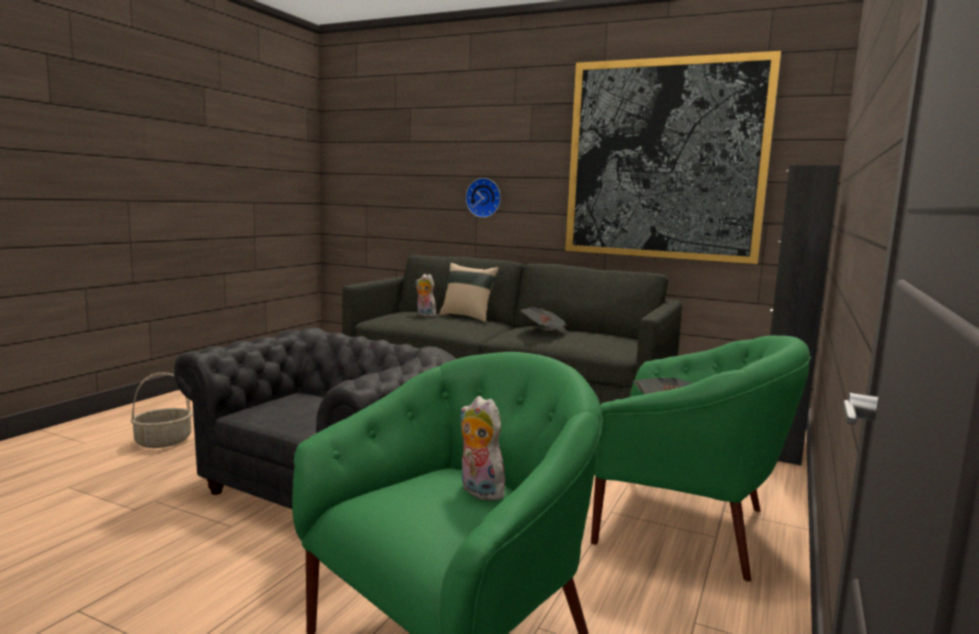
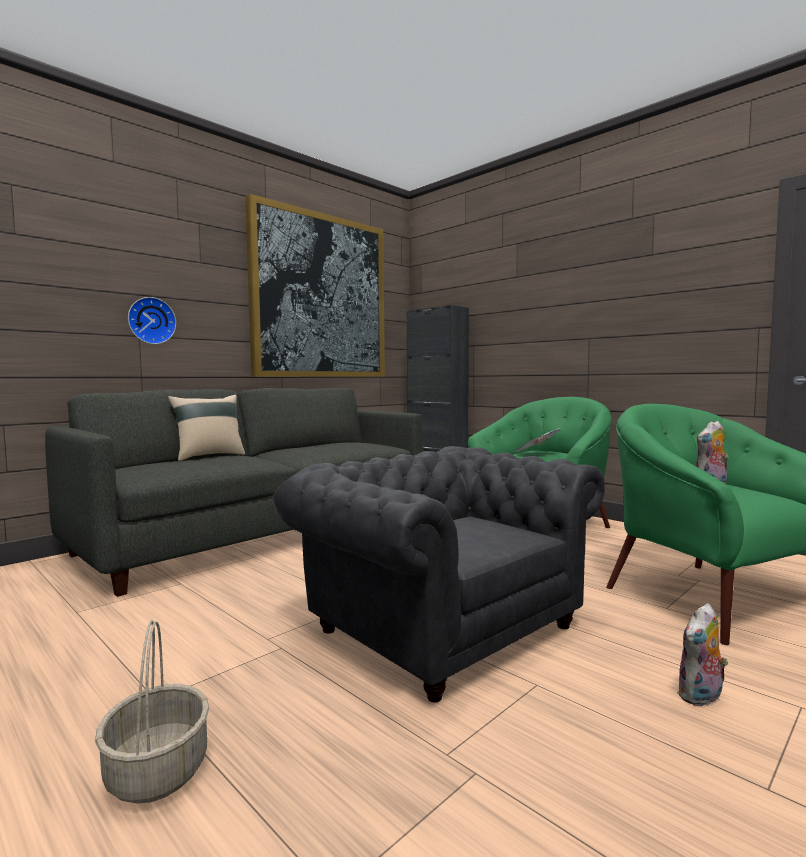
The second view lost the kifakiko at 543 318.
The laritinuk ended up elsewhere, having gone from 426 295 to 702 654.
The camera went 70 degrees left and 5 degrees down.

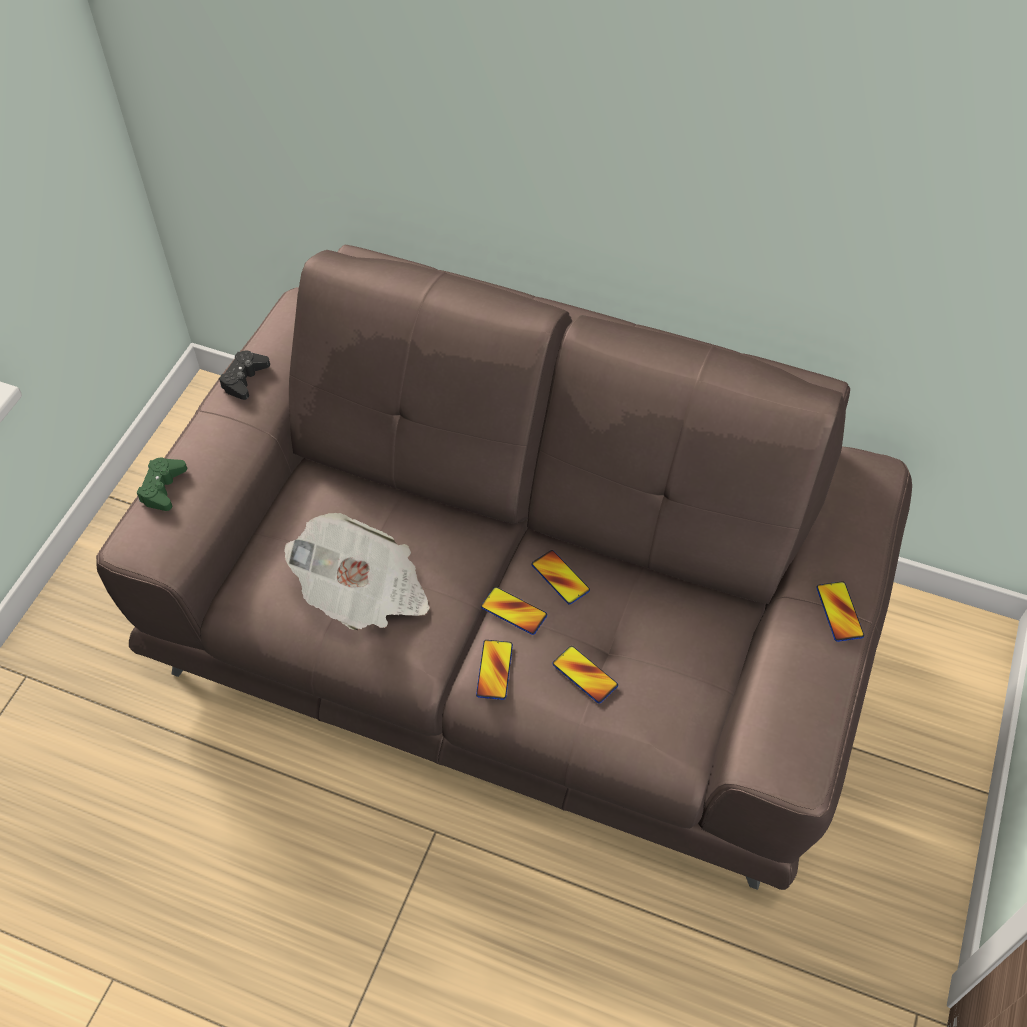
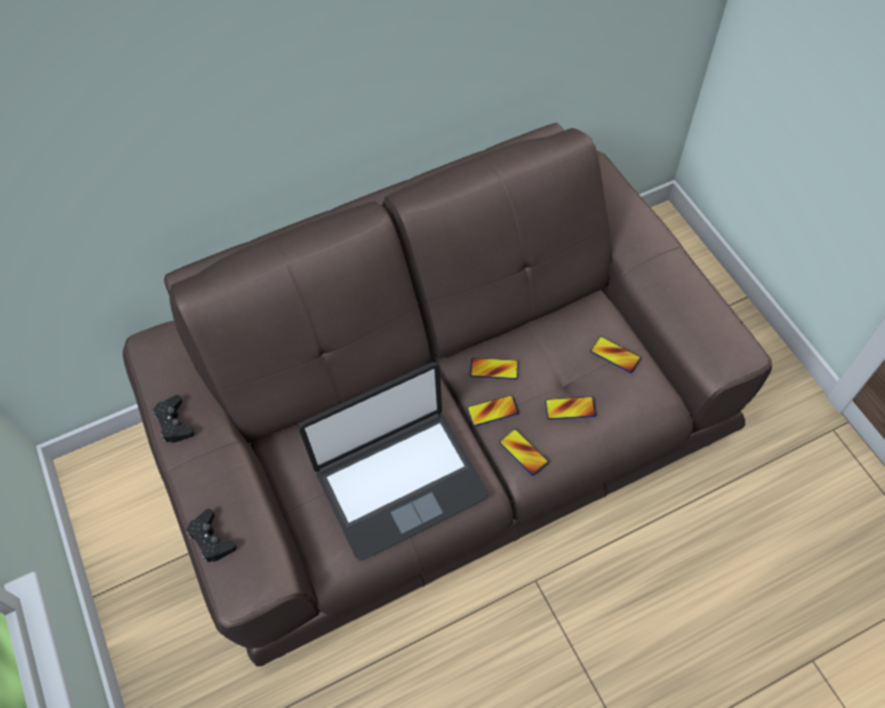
The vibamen ended up elsewhere, having gone from 840 611 to 615 354.
Where the kifakiko stood at 357 571, the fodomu came to stand at 393 461.
What was the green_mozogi at 162 484 turned into the black_mozogi at 211 536.
The camera went 45 degrees left and 5 degrees up.

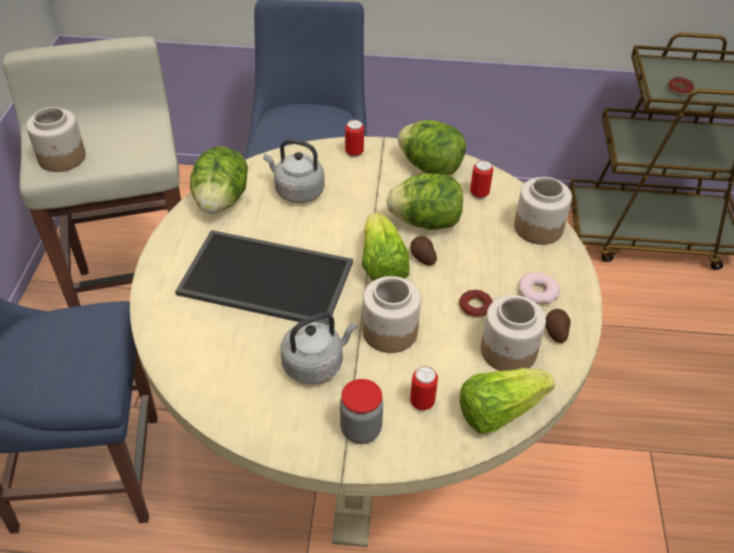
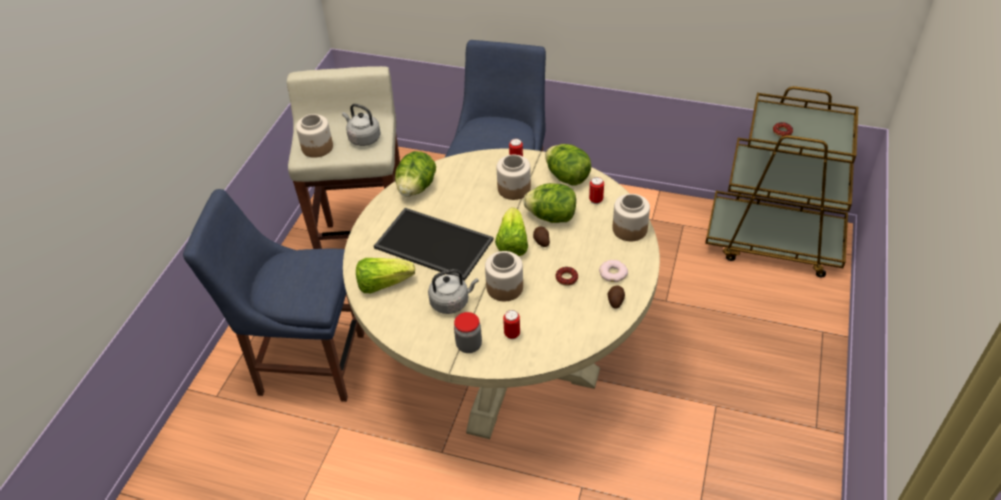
The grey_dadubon ended up elsewhere, having gone from 294 171 to 361 125.
The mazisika ended up elsewhere, having gone from 507 401 to 385 275.
The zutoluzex ended up elsewhere, having gone from 513 333 to 514 177.
The camera went 15 degrees right and 0 degrees up.

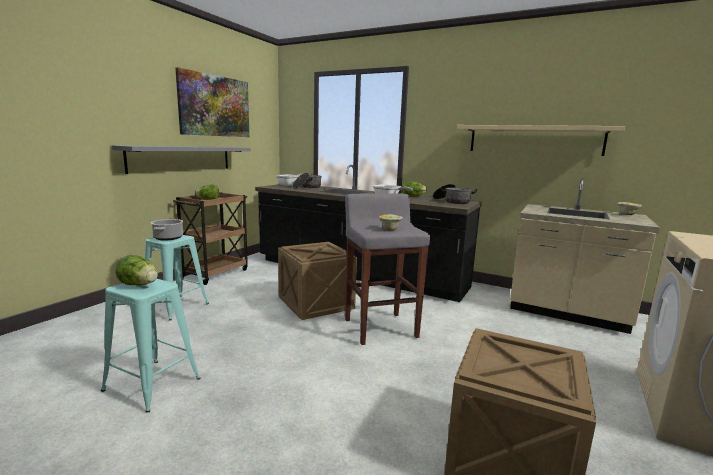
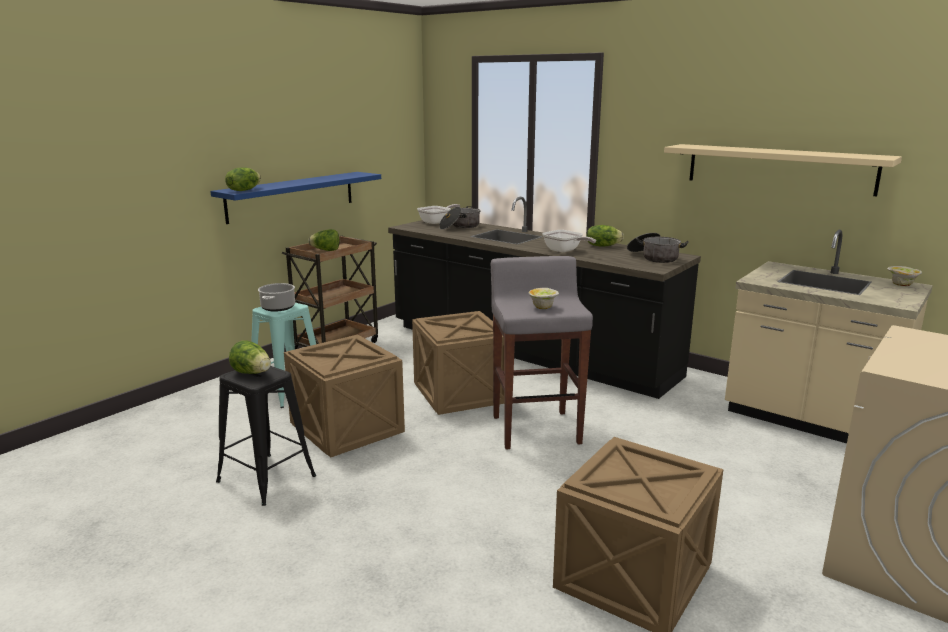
The second view lost the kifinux at 212 102.
The second view gained the mazisika at 243 179.
The second view gained the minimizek at 344 396.
What was the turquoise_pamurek at 150 346 turned into the black_pamurek at 266 436.
What was the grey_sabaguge at 181 159 turned into the blue_sabaguge at 295 198.
The camera went 10 degrees right and 5 degrees up.

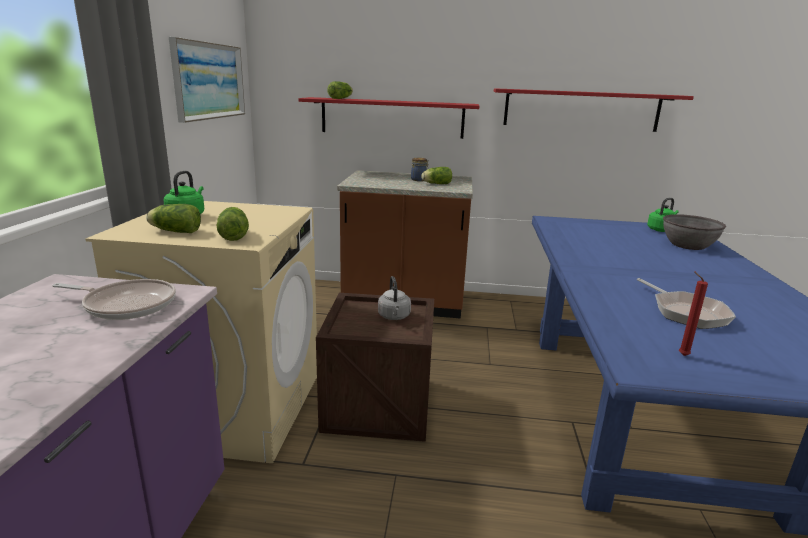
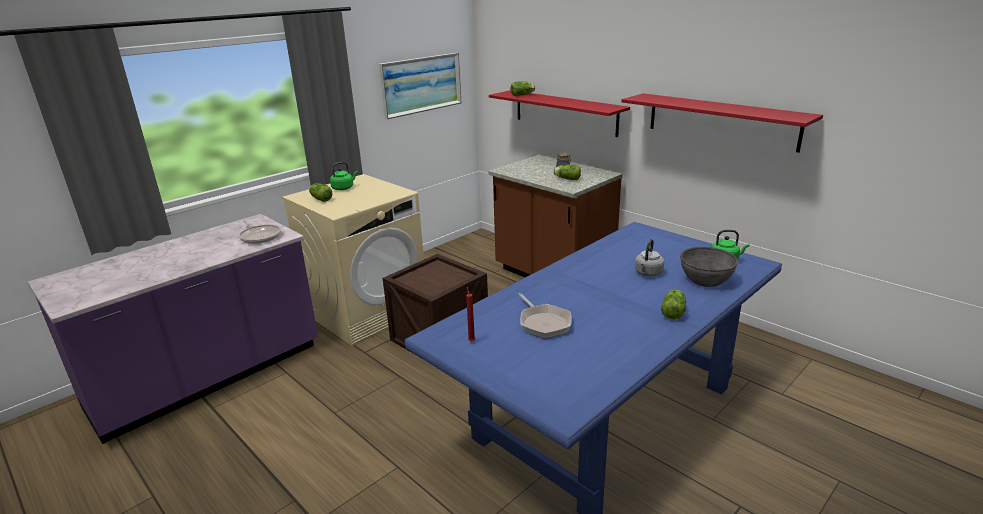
The mazisika ended up elsewhere, having gone from 233 224 to 673 305.
The grey_dadubon ended up elsewhere, having gone from 394 298 to 649 257.
The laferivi at 686 303 ended up facing another way, 45 degrees counterclockwise from before.
The camera went 40 degrees right and 5 degrees up.

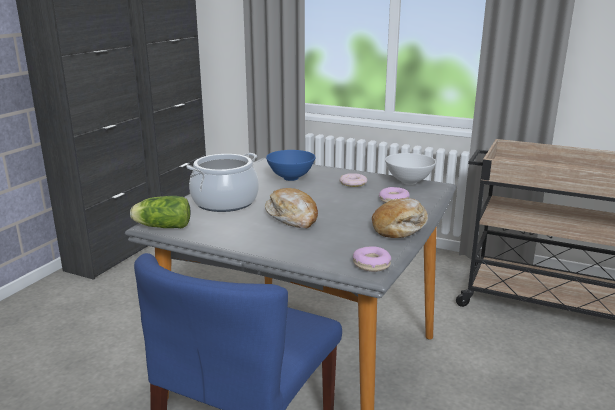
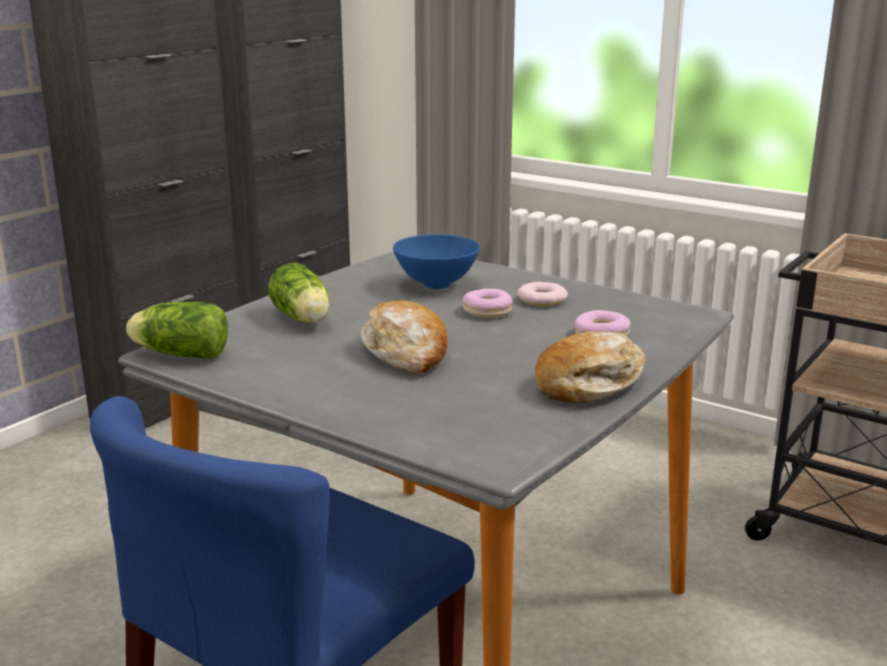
The second view lost the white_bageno at 410 169.
The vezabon ended up elsewhere, having gone from 372 259 to 487 303.
Where the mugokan stood at 222 182, the mazisika came to stand at 299 293.
The camera went 10 degrees right and 0 degrees up.

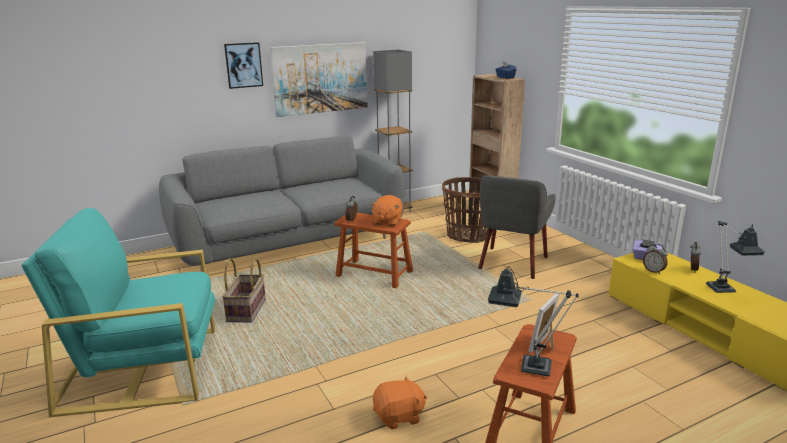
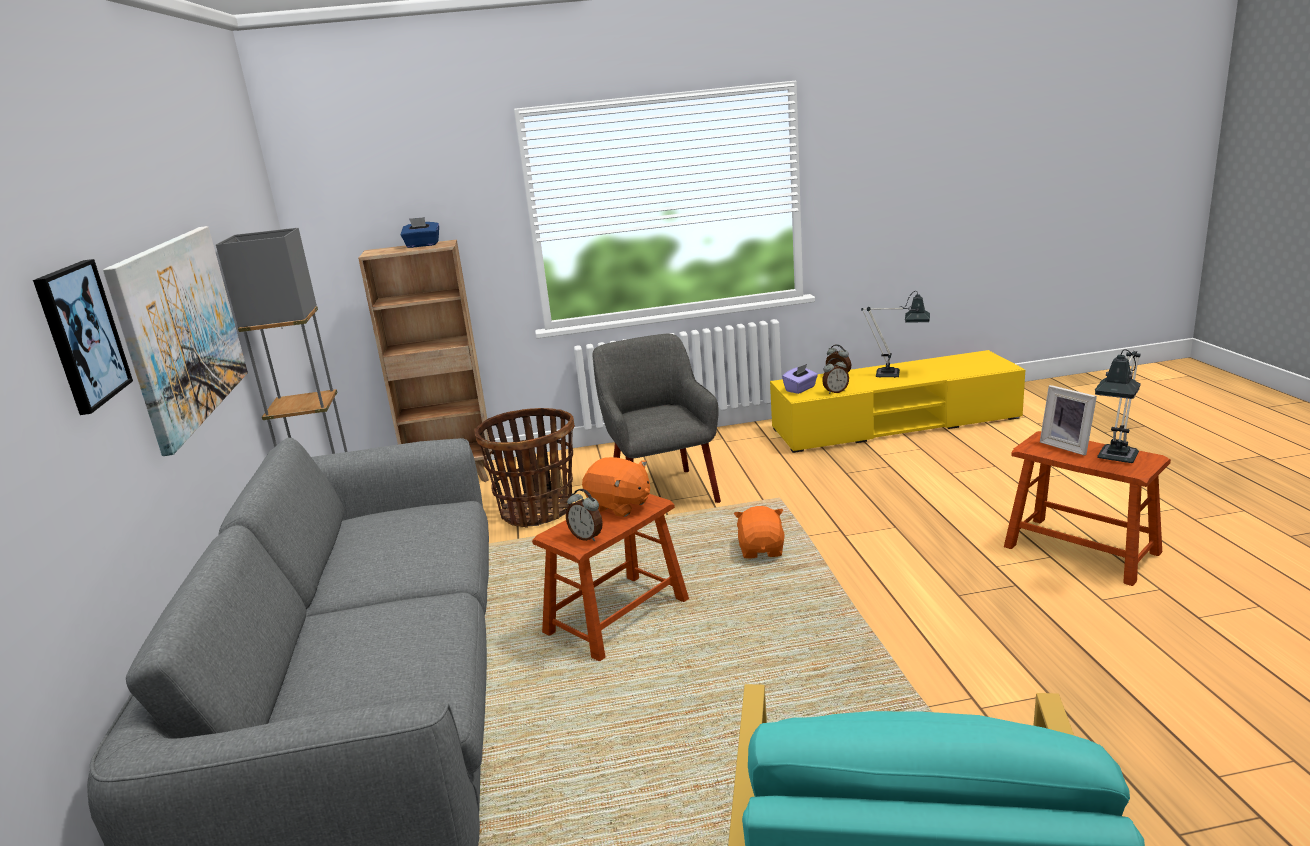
The second view lost the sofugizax at 244 290.
The orange_laritinuk ended up elsewhere, having gone from 400 402 to 759 532.
The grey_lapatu at 517 227 ended up facing another way, 150 degrees counterclockwise from before.
The camera went 70 degrees left and 0 degrees up.

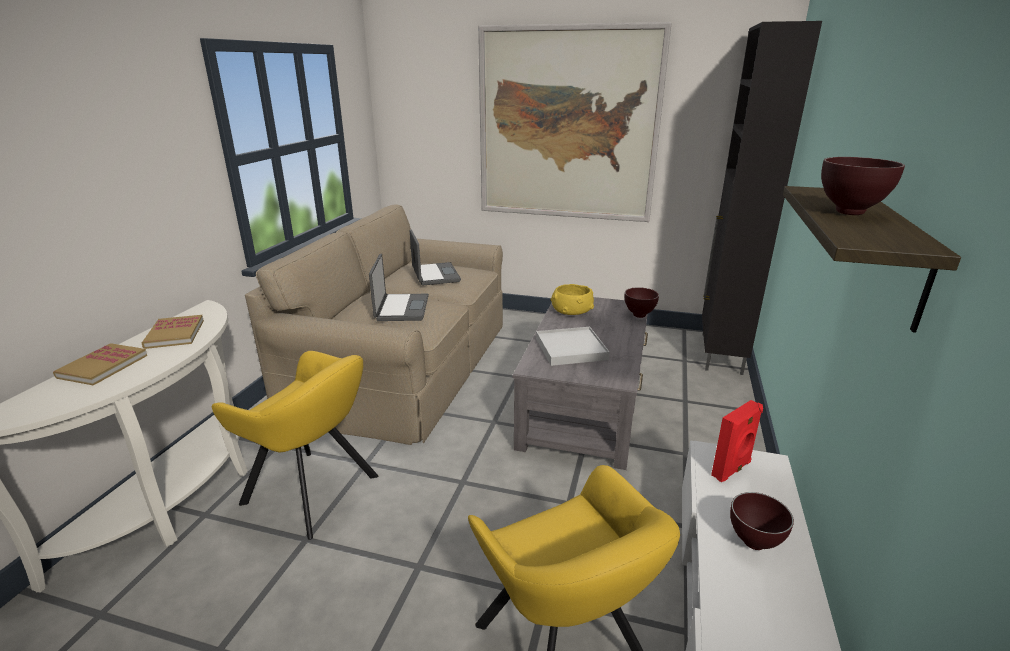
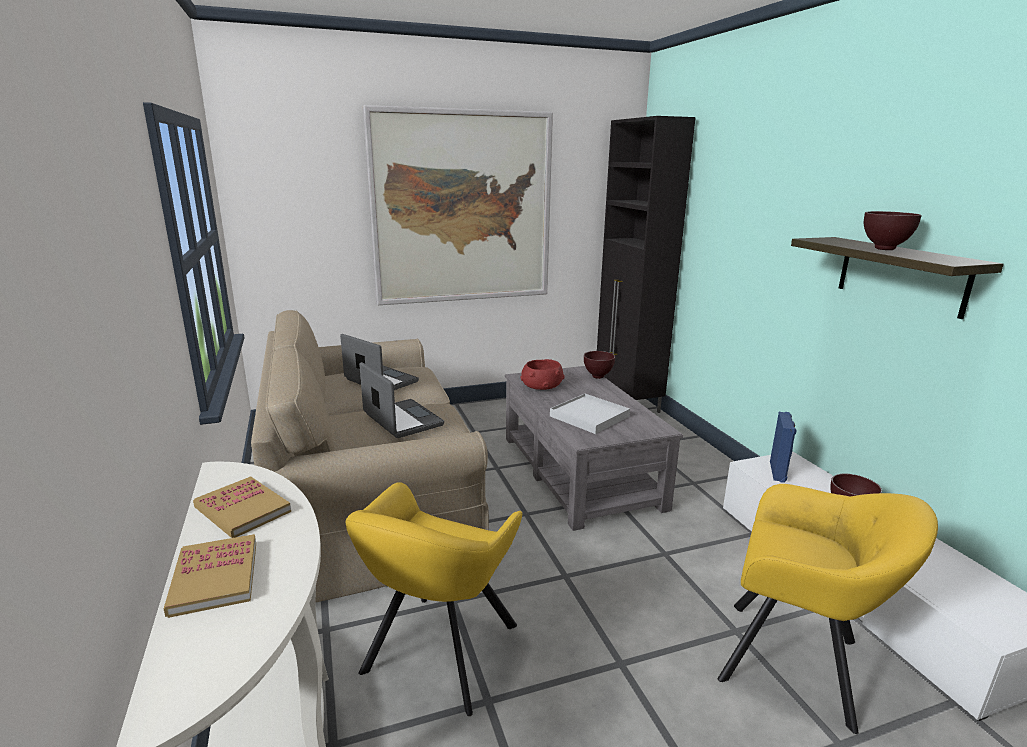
What was the yellow_bageno at 572 299 turned into the red_bageno at 542 374.
What was the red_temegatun at 737 441 turned into the blue_temegatun at 783 447.
The yellow_lapatu at 295 445 ended up facing another way, 120 degrees clockwise from before.
The camera went 35 degrees left and 5 degrees down.

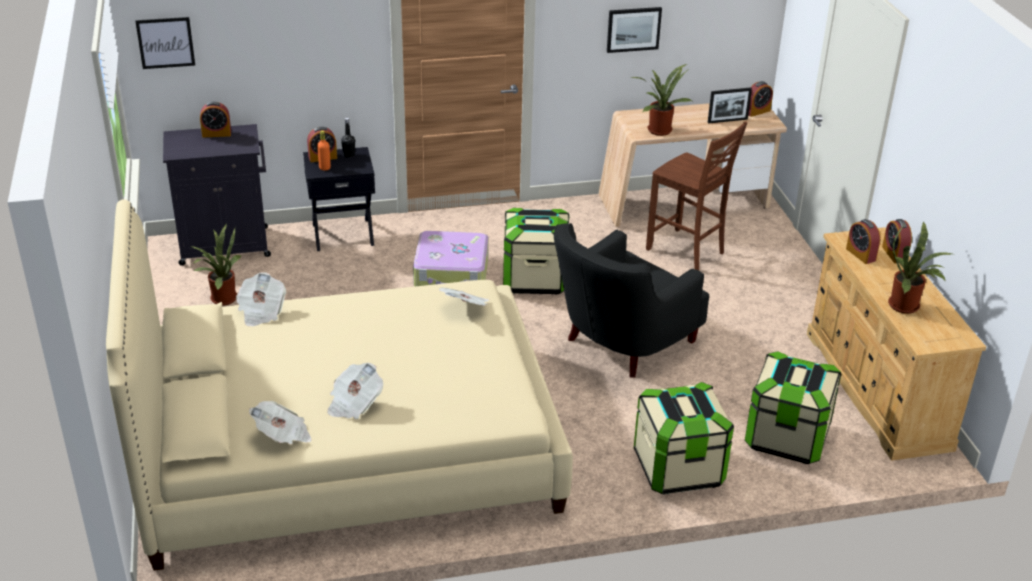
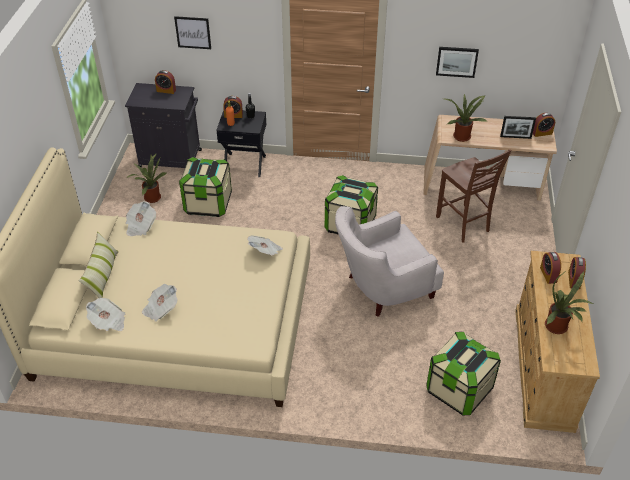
The second view lost the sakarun at 451 258.
The second view gained the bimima at 99 265.
The kifinux ended up elsewhere, having gone from 165 43 to 192 32.
The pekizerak ended up elsewhere, having gone from 684 438 to 205 187.
What was the black_lapatu at 631 300 turned into the white_lapatu at 389 261.
The camera went 20 degrees right and 10 degrees up.

